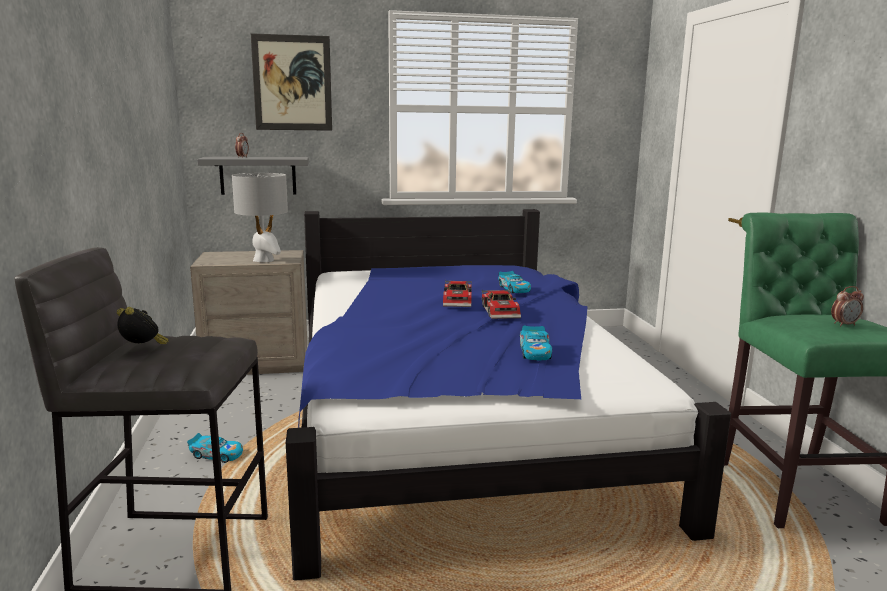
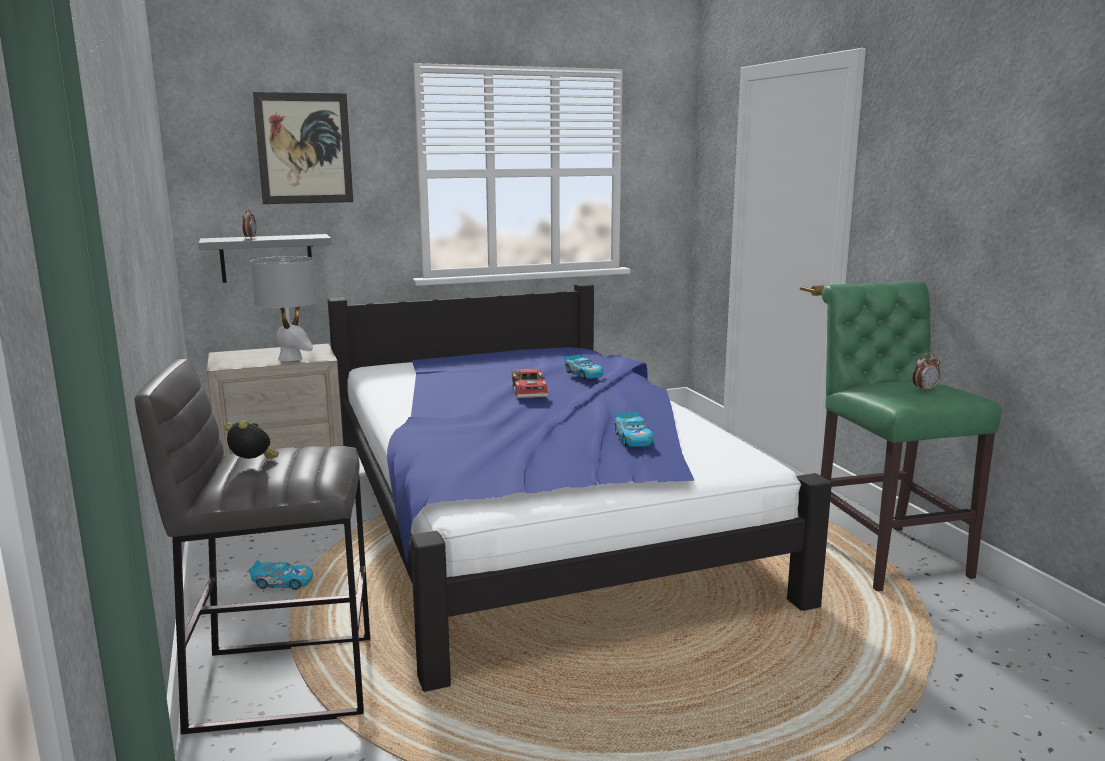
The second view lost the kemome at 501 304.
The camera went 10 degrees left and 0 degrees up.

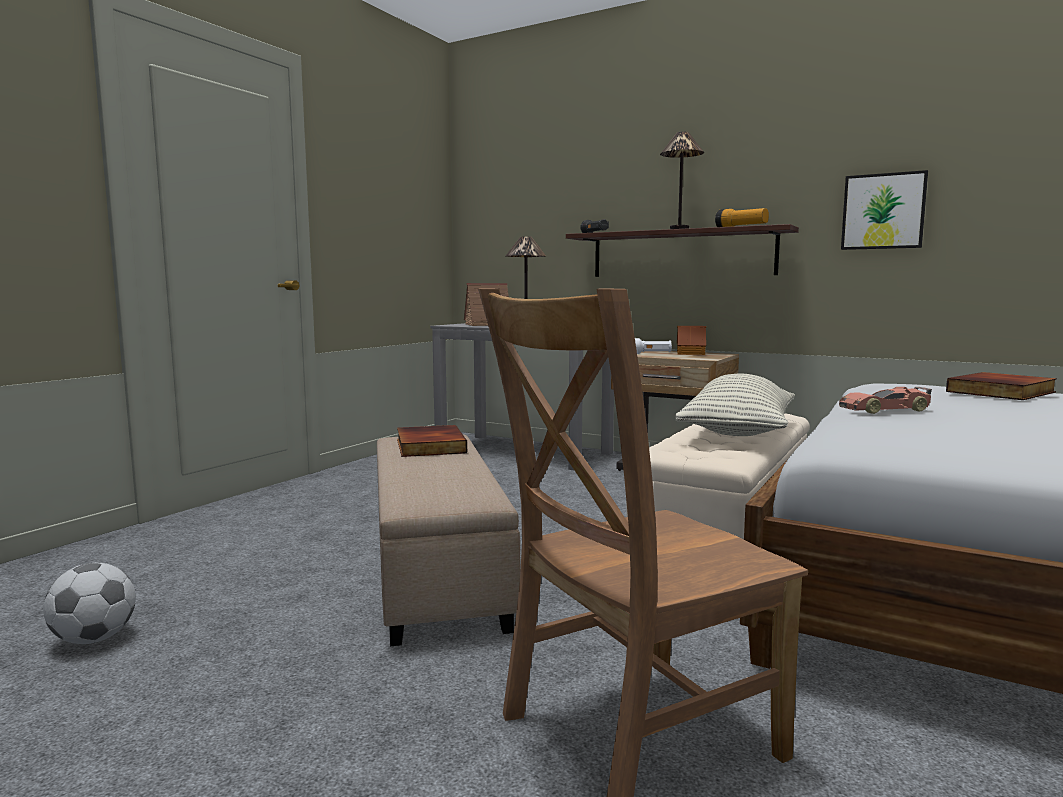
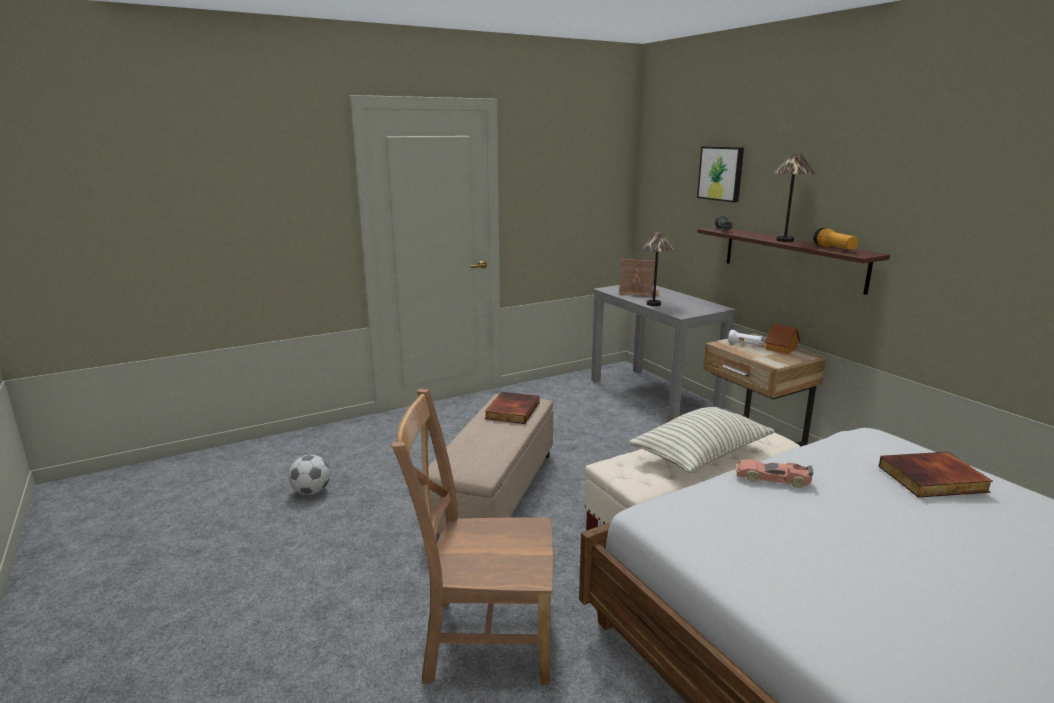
The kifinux ended up elsewhere, having gone from 884 210 to 720 174.
The camera went 30 degrees right and 10 degrees up.

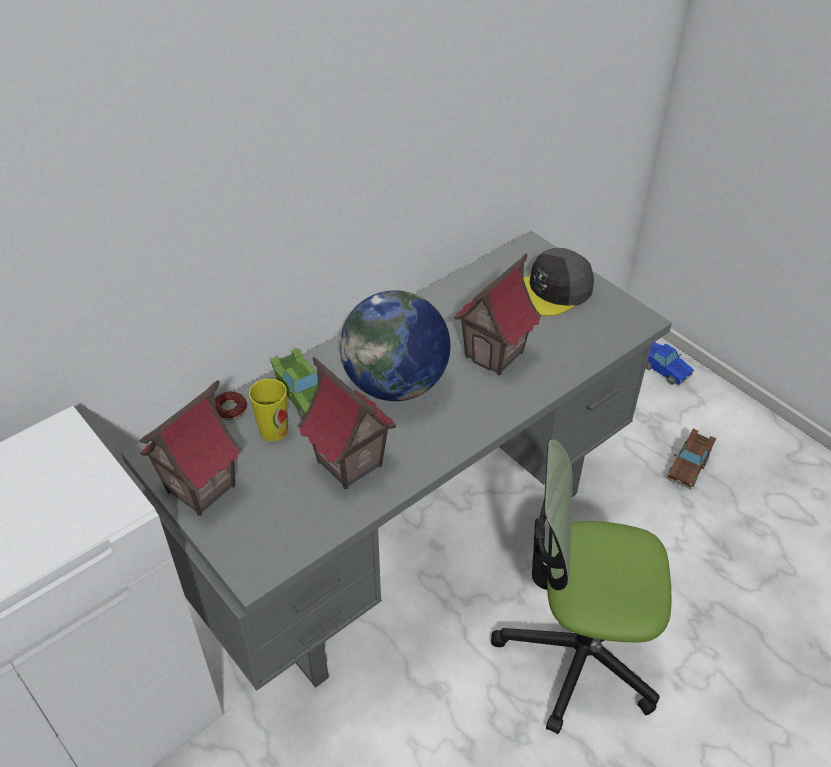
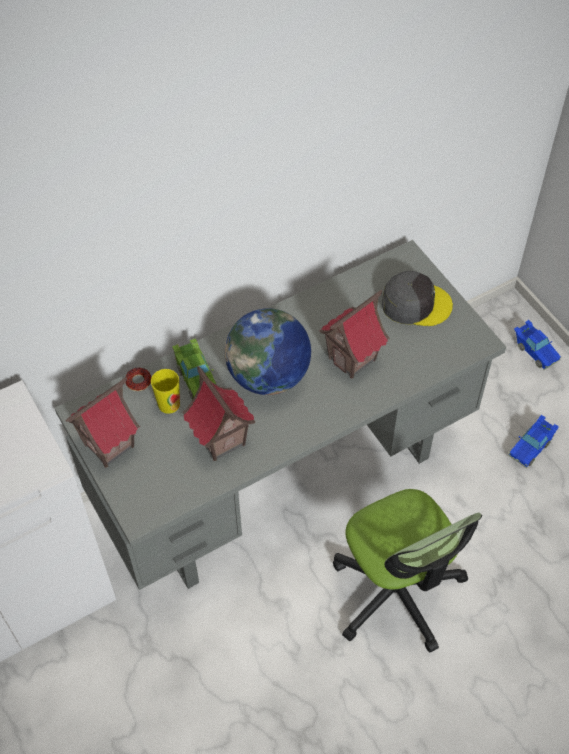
What was the brown_kemome at 691 459 turned into the blue_kemome at 533 441.
The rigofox at 581 586 ended up facing another way, 135 degrees counterclockwise from before.
The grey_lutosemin at 558 282 ended up facing another way, 150 degrees counterclockwise from before.
The camera went 10 degrees right and 10 degrees up.

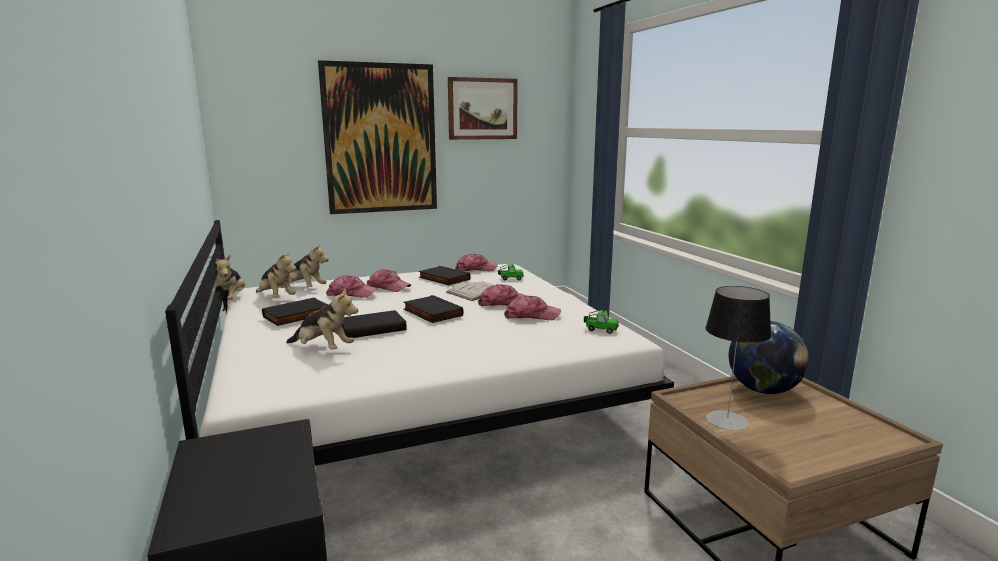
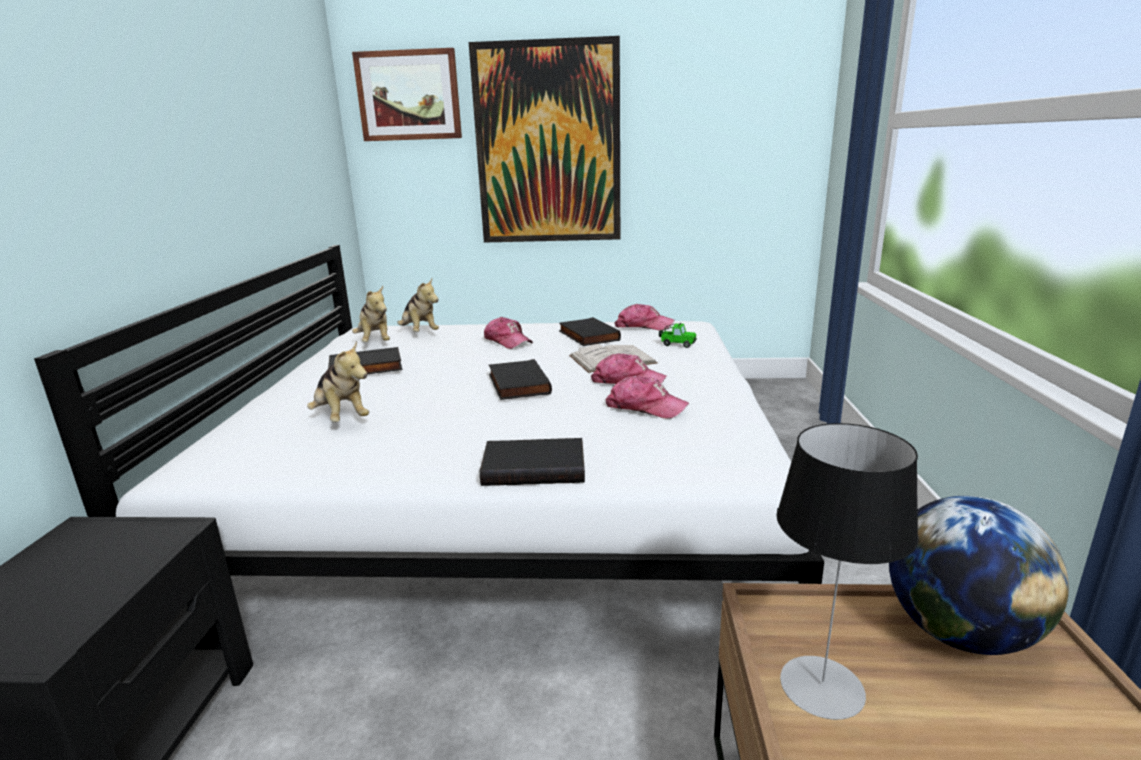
The second view lost the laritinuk at 227 277.
The second view lost the lutosemin at 351 286.
The second view lost the kemome at 601 322.
The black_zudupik ended up elsewhere, having gone from 374 324 to 532 462.
The kifinux ended up elsewhere, having gone from 483 108 to 407 94.
The camera went 25 degrees right and 5 degrees up.

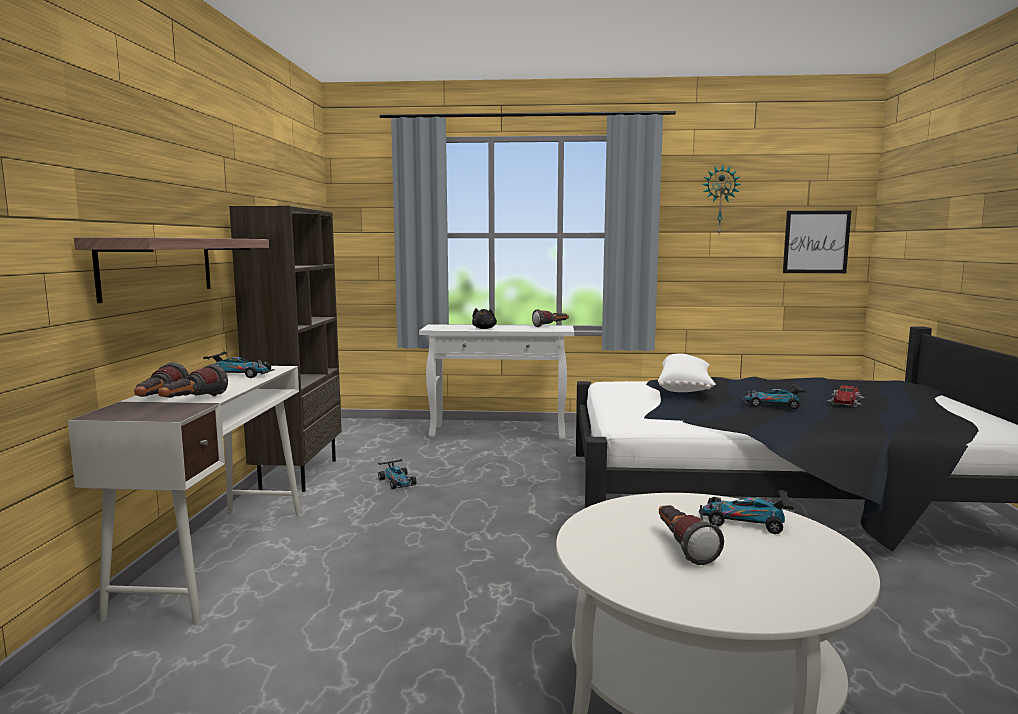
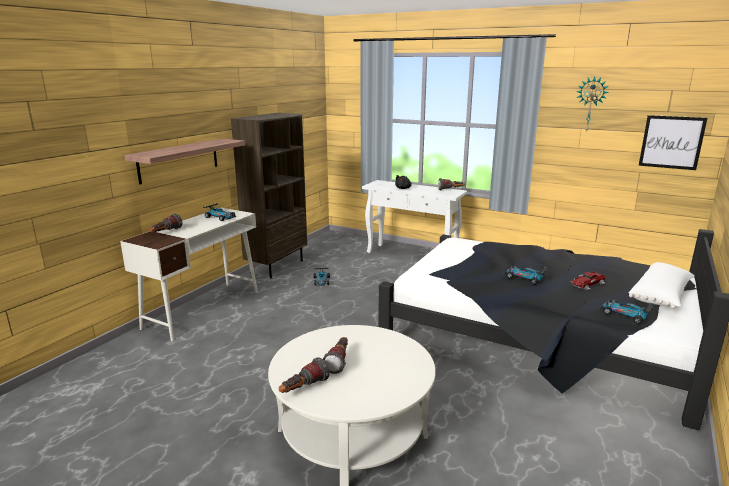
The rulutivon ended up elsewhere, having gone from 193 381 to 304 375.
The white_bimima ended up elsewhere, having gone from 687 372 to 662 285.
The kemome ended up elsewhere, having gone from 746 511 to 627 312.
The camera went 25 degrees right and 10 degrees up.

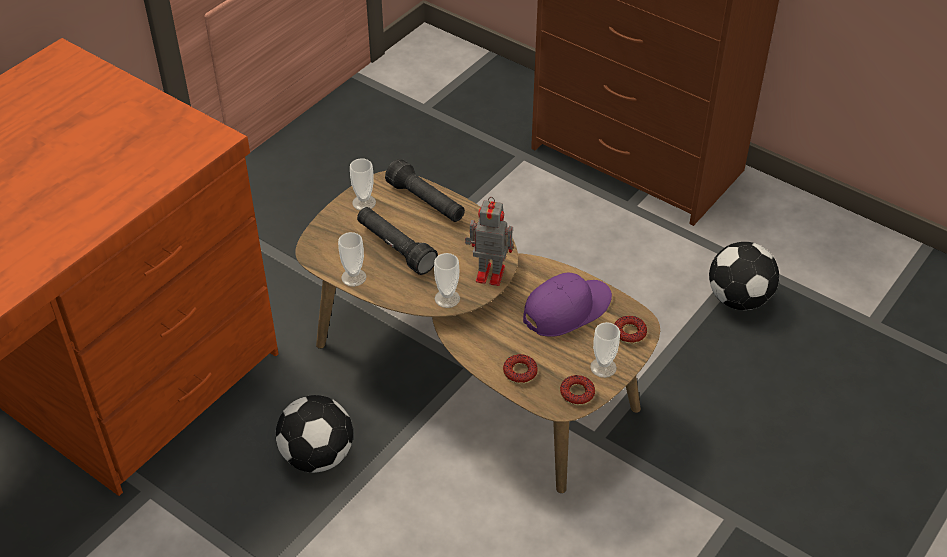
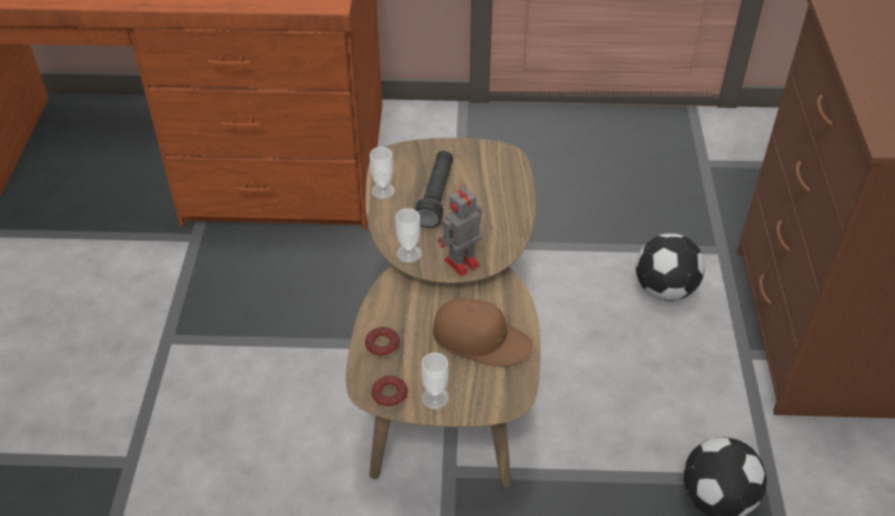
The second view lost the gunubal at 363 185.
The second view lost the black_rulutivon at 425 190.
The second view lost the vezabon at 631 330.
The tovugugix ended up elsewhere, having gone from 314 434 to 670 267.
What was the purple_lutosemin at 567 305 turned into the brown_lutosemin at 483 332.
The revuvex at 489 241 ended up facing another way, 105 degrees counterclockwise from before.
The camera went 55 degrees right and 0 degrees up.

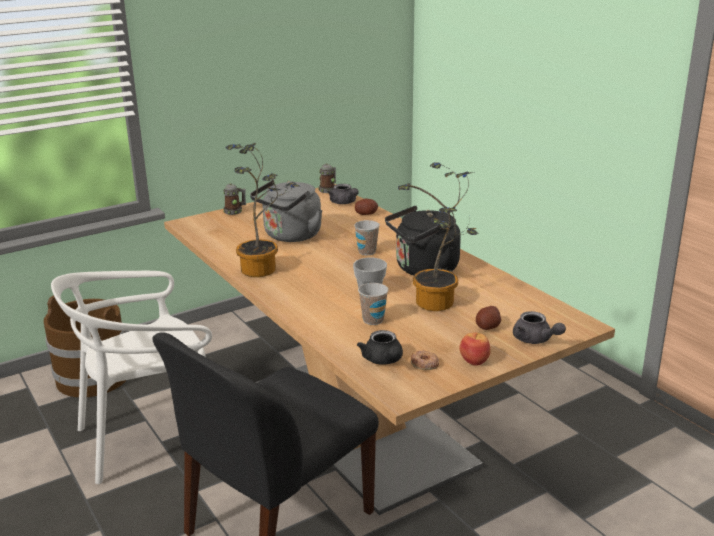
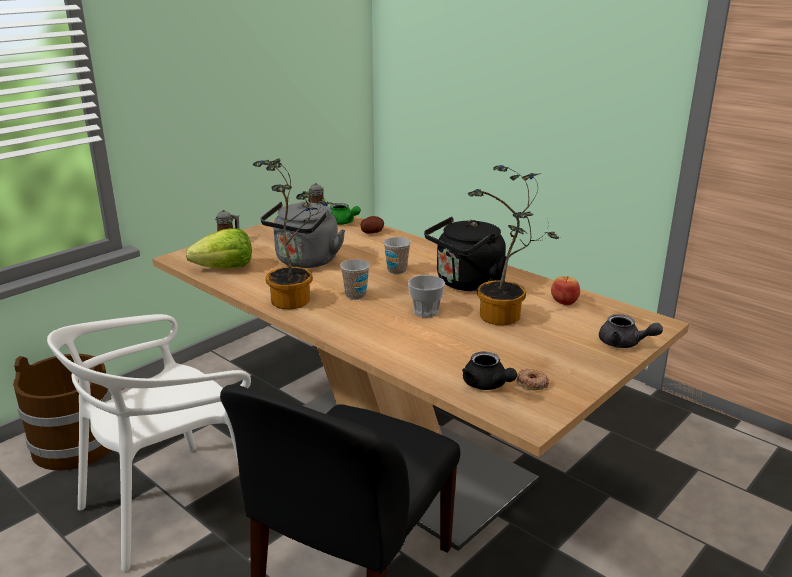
The second view lost the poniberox at 488 318.
The second view gained the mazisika at 219 248.
The gunubal ended up elsewhere, having gone from 373 304 to 355 279.
The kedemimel ended up elsewhere, having gone from 475 349 to 565 290.
What was the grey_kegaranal at 343 194 turned into the green_kegaranal at 345 214.
The camera went 15 degrees left and 0 degrees up.

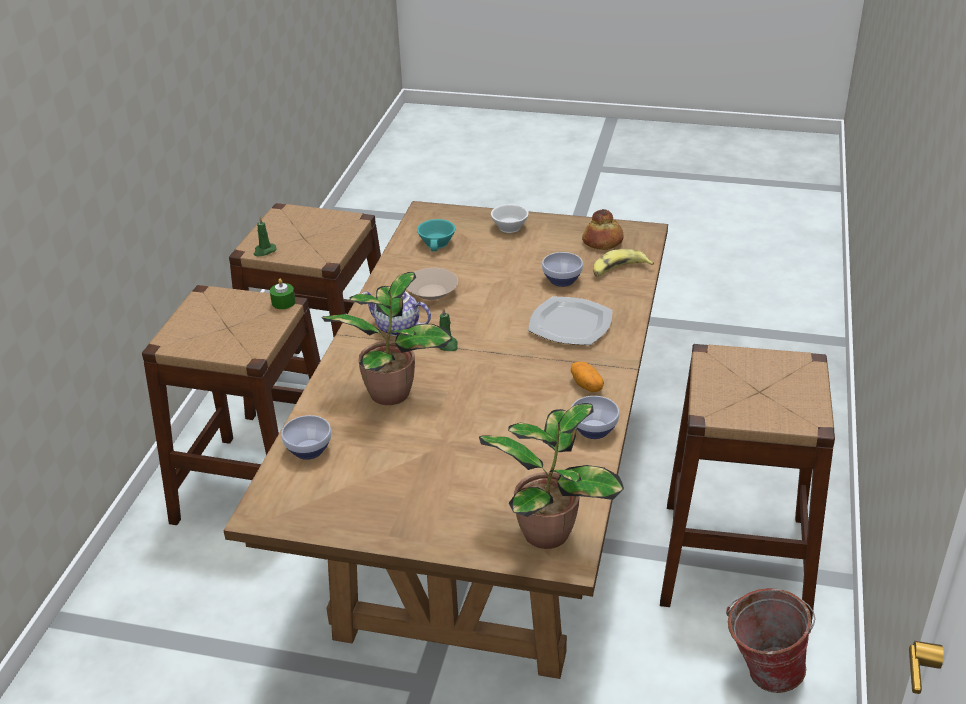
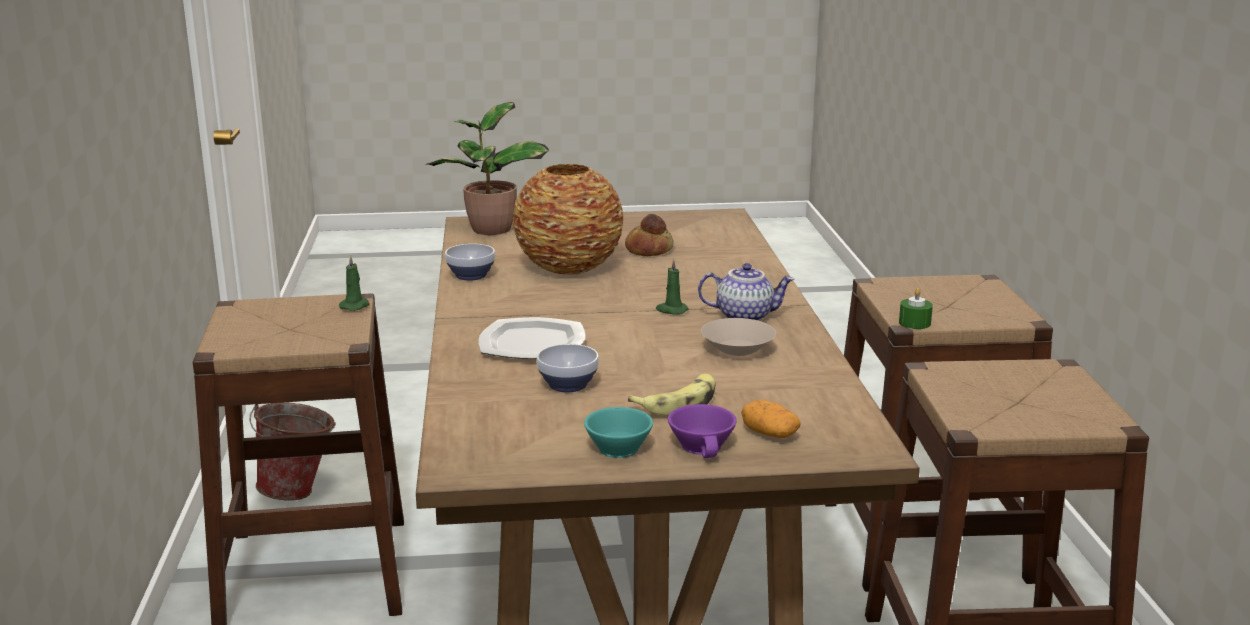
The second view lost the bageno at 306 437.
The second view lost the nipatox at 386 338.
The second view gained the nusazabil at 568 219.
The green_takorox ended up elsewhere, having gone from 265 236 to 354 283.
The turquoise_gunubal ended up elsewhere, having gone from 436 235 to 618 432.
The poniberox ended up elsewhere, having gone from 587 377 to 771 419.
The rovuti ended up elsewhere, having gone from 603 229 to 649 235.
The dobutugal ended up elsewhere, having gone from 623 263 to 672 394.
What was the white_gunubal at 510 218 turned into the purple_gunubal at 702 431.
The camera went 160 degrees right and 15 degrees down.

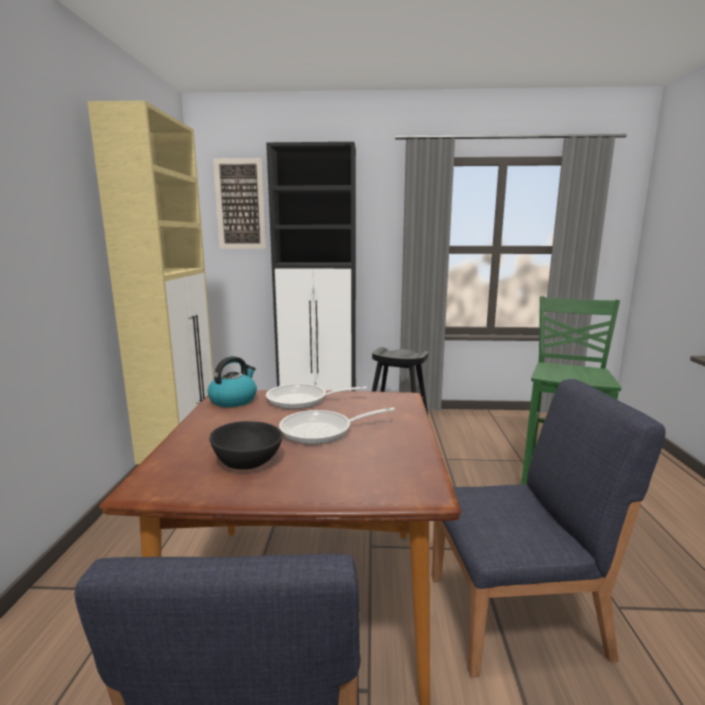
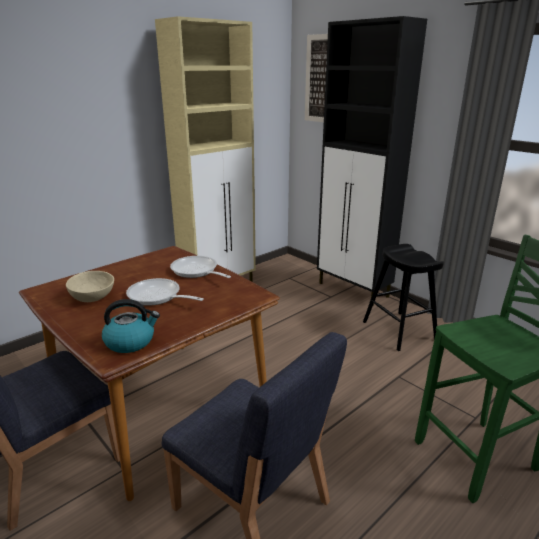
The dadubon ended up elsewhere, having gone from 232 381 to 131 326.
What was the black_bageno at 246 445 turned into the beige_bageno at 90 286.
The camera went 45 degrees right and 10 degrees up.

